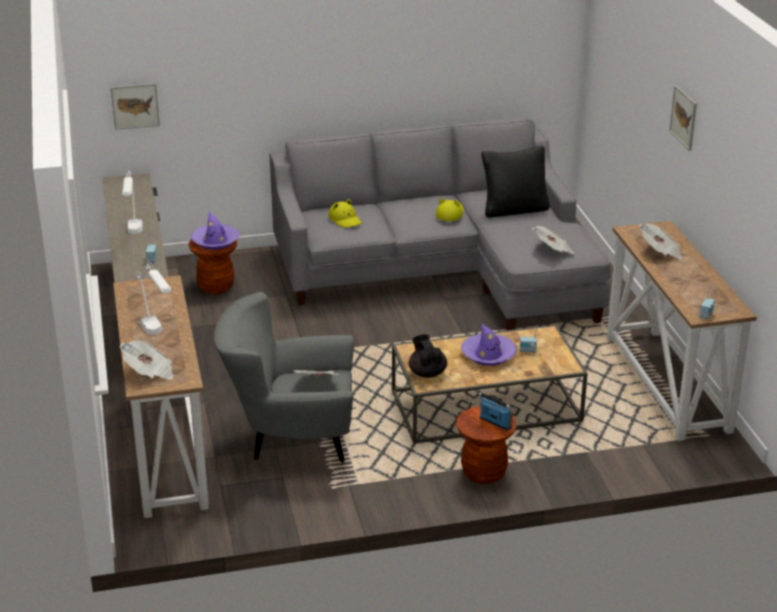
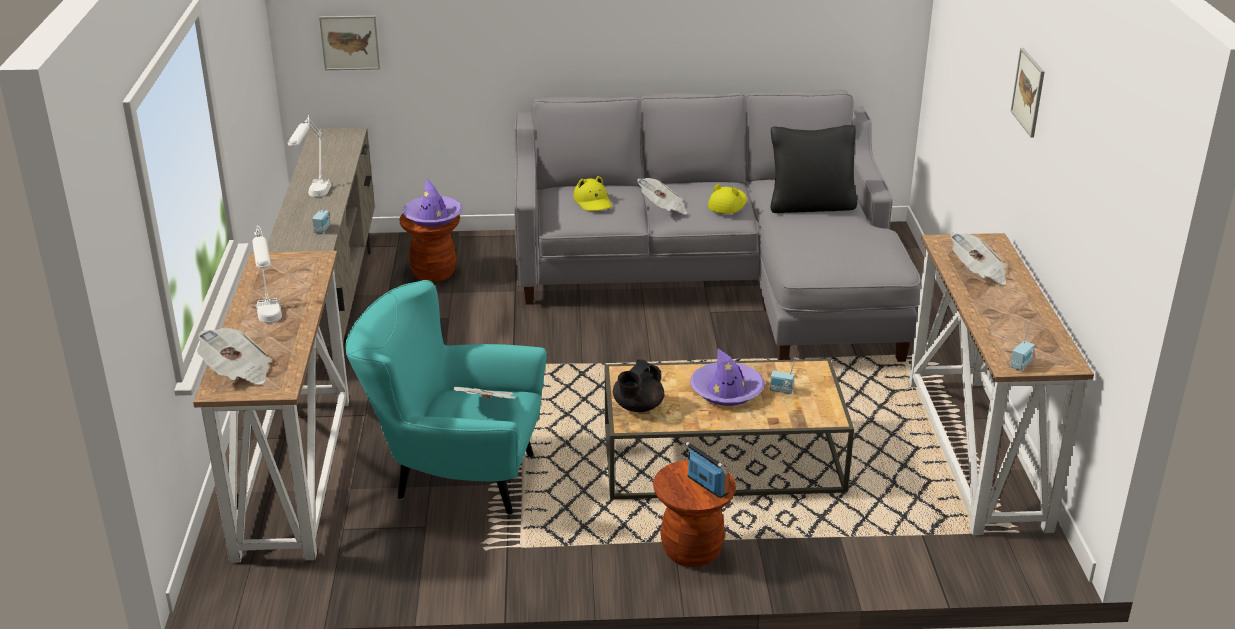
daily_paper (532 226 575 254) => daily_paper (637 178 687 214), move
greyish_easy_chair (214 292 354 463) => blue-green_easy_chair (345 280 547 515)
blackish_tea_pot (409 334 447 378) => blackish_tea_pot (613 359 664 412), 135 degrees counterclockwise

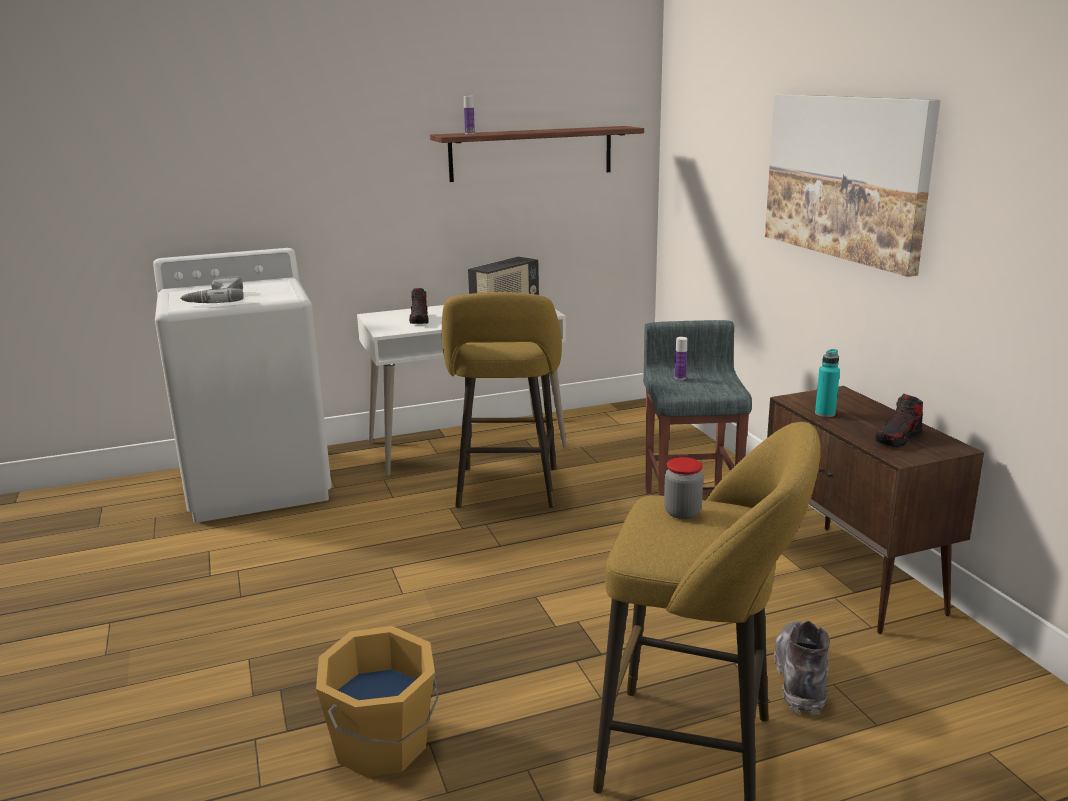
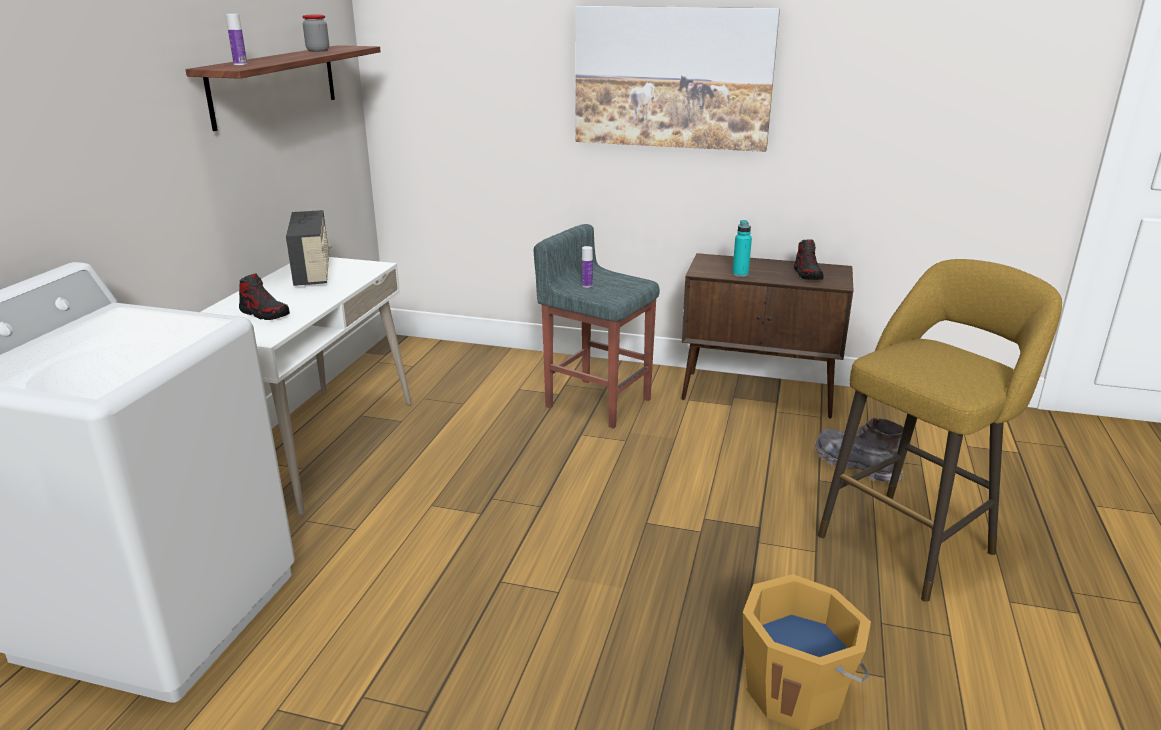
drill (180 277 244 303) => nothing
yellow_stool (442 292 562 508) => nothing
storage_jar (664 457 703 519) => storage_jar (302 14 329 52), move

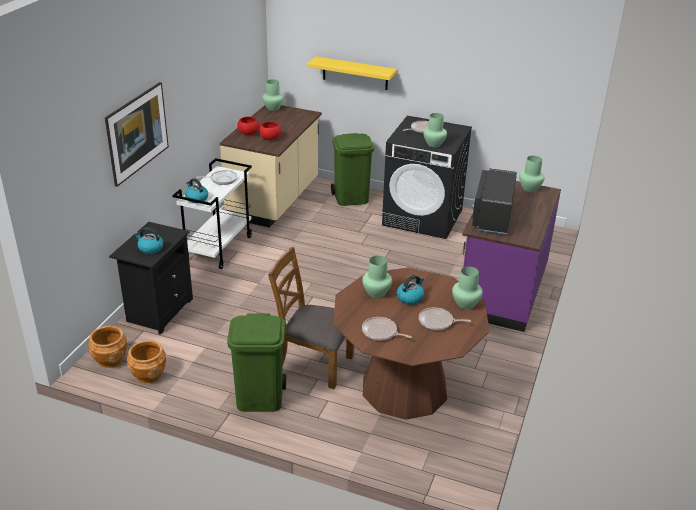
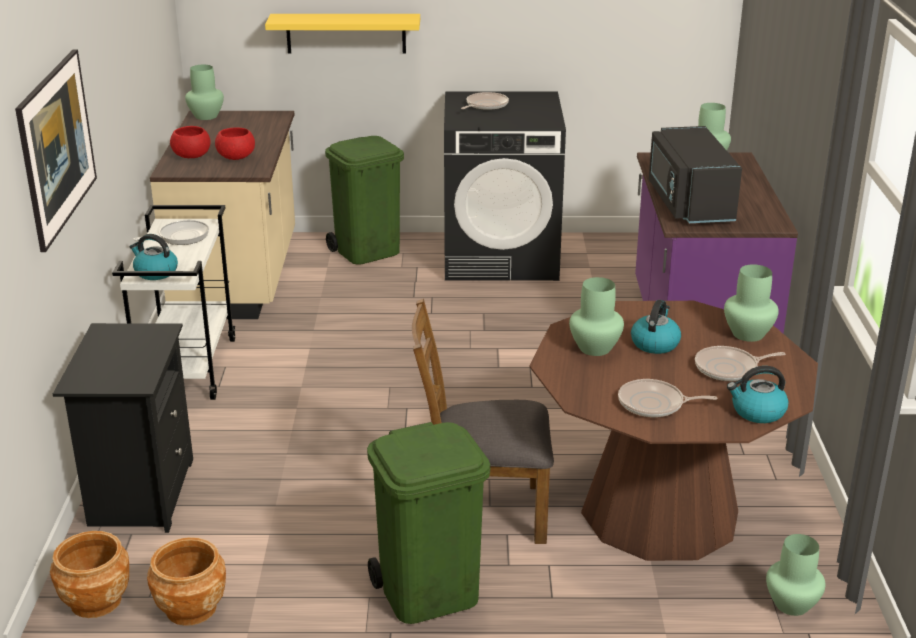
water_kettle (134 227 164 254) => water_kettle (727 366 789 423), move
green_vase (423 113 447 147) => green_vase (766 534 826 616), move

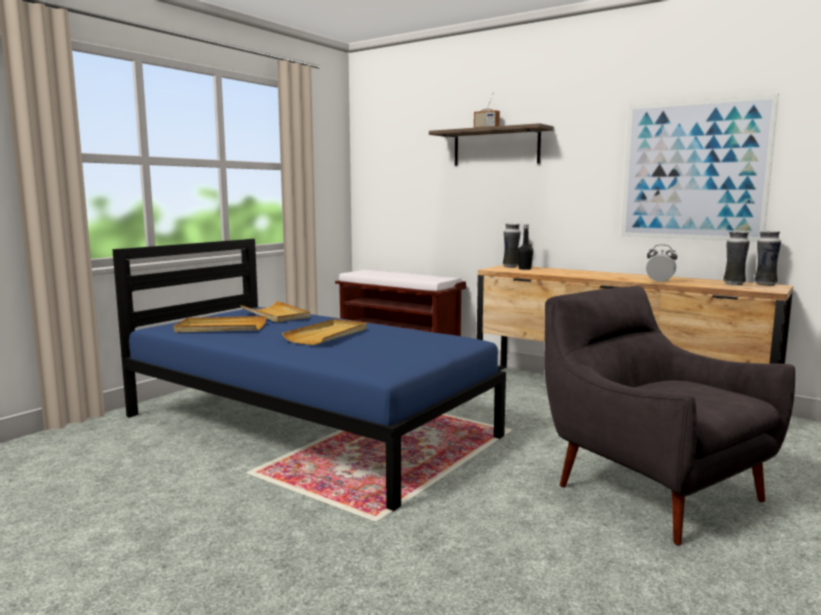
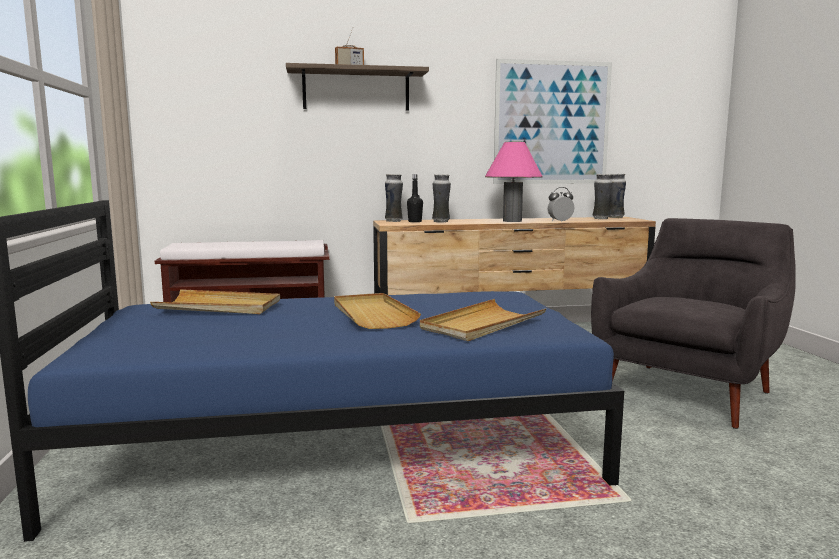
nothing => vase (432 174 451 222)
nothing => pinkish_tabletop_lamp (485 142 543 222)
beige-coloured_tray (174 316 266 332) => beige-coloured_tray (420 299 546 341), move
greyish_easy_chair (544 286 795 546) => greyish_easy_chair (591 218 796 429), 120 degrees clockwise

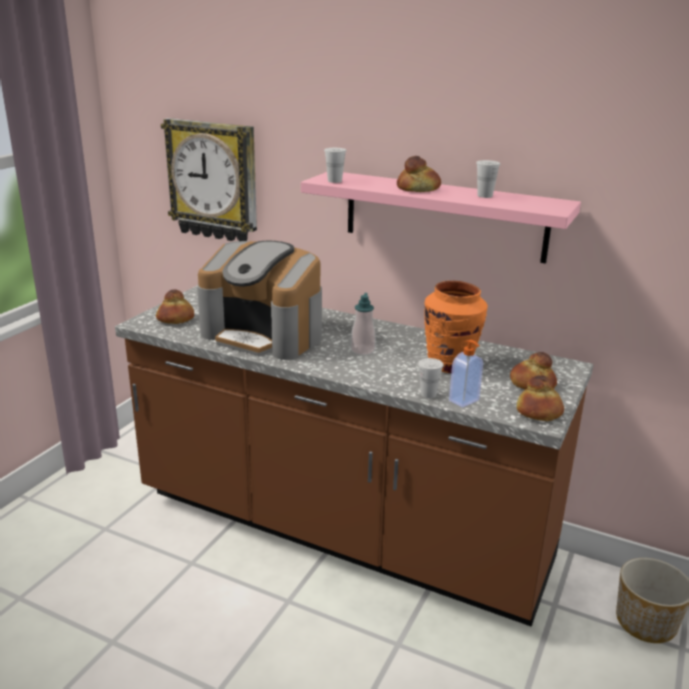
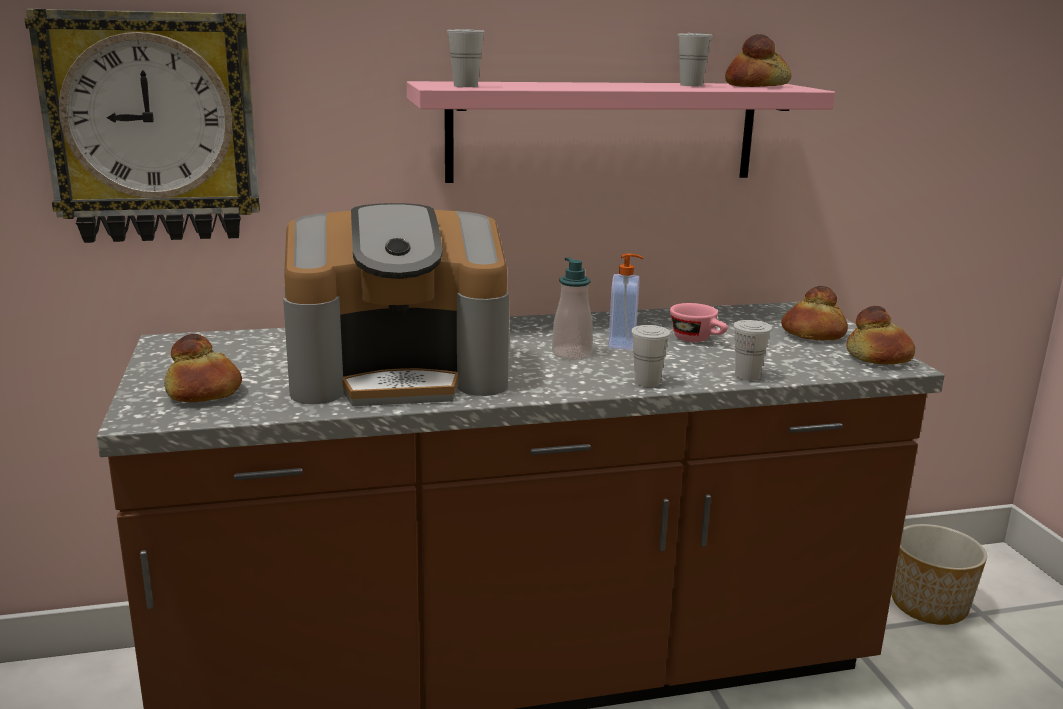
nothing => white_cup (631 325 671 387)
baked_bread (397 156 441 192) => baked_bread (725 34 791 87), move
liquid_soap_bottle (449 340 483 407) => liquid_soap_bottle (608 253 643 350), move
orange_vase (424 281 488 373) => pinkish_cup (670 303 728 342)

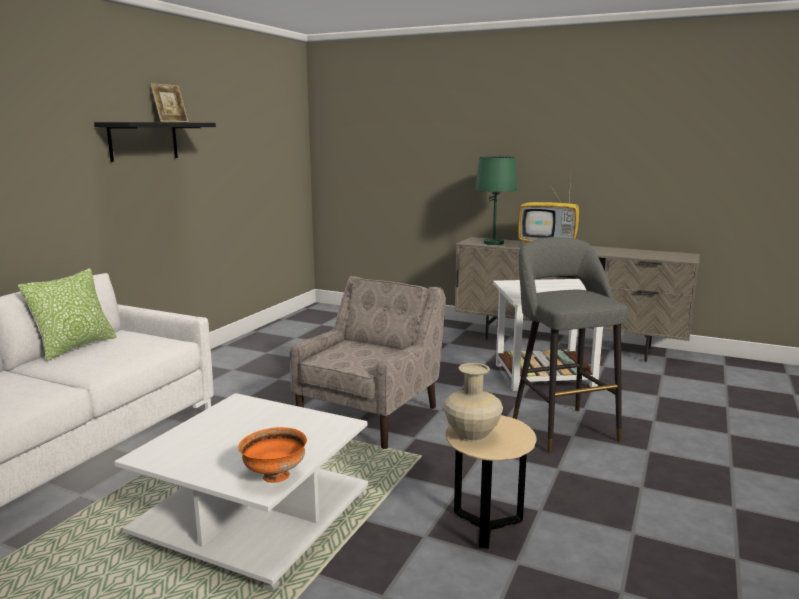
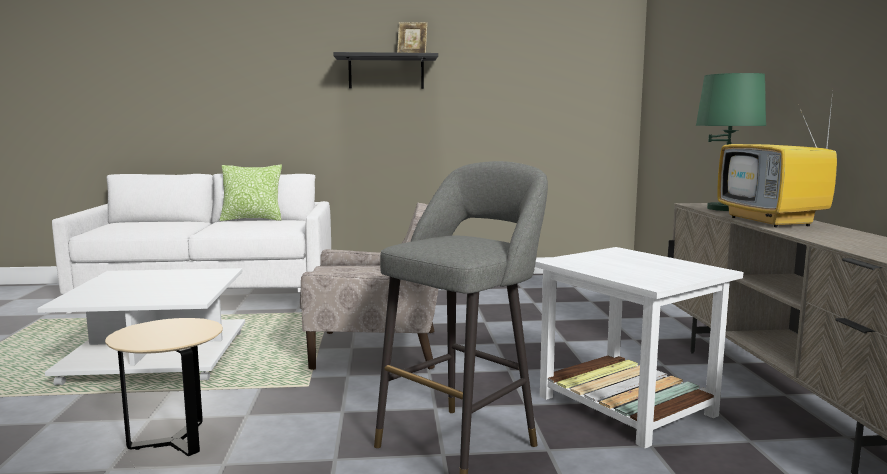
orange_bowl (238 427 307 483) => nothing
beige-coloured_vase (443 363 503 442) => nothing

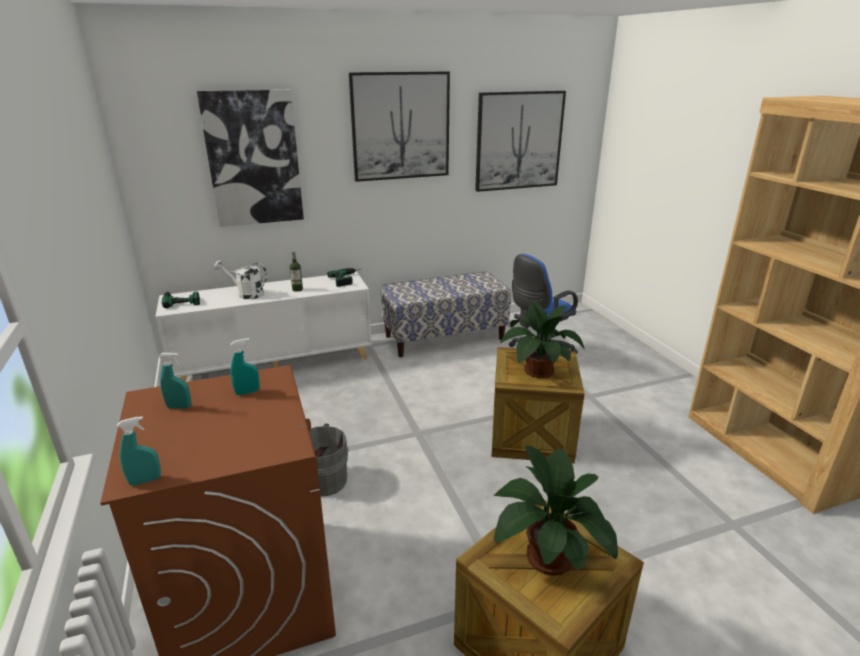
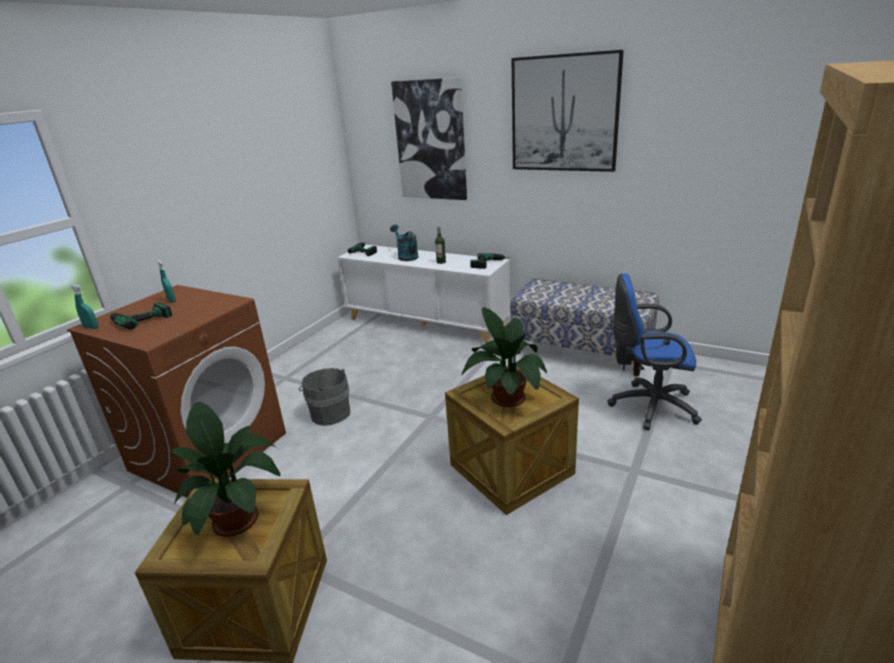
blue-green_spray_bottle (231 338 260 395) => nothing
wall_art (475 91 566 192) => nothing
nothing => drill (109 302 172 330)
white_watering_can (214 260 267 299) => blue-green_watering_can (390 224 419 261)

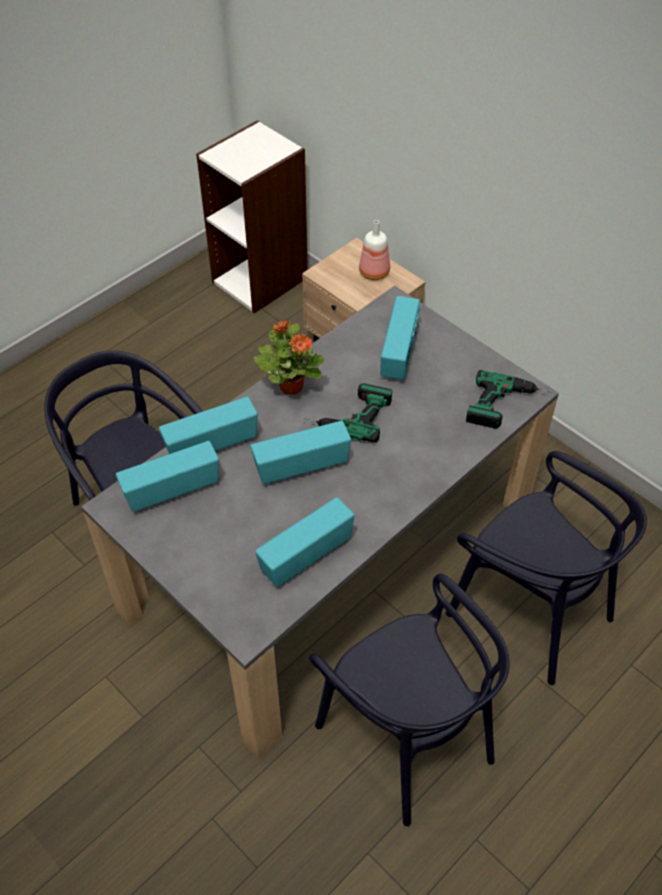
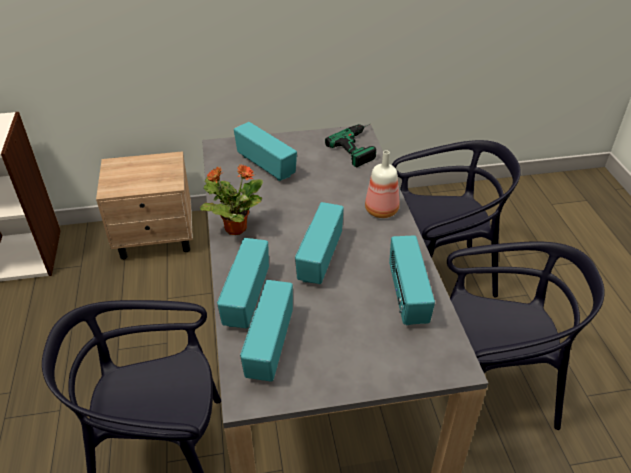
drill (304 383 392 443) => nothing
drink_bottle (359 220 390 280) => drink_bottle (365 150 399 218), move

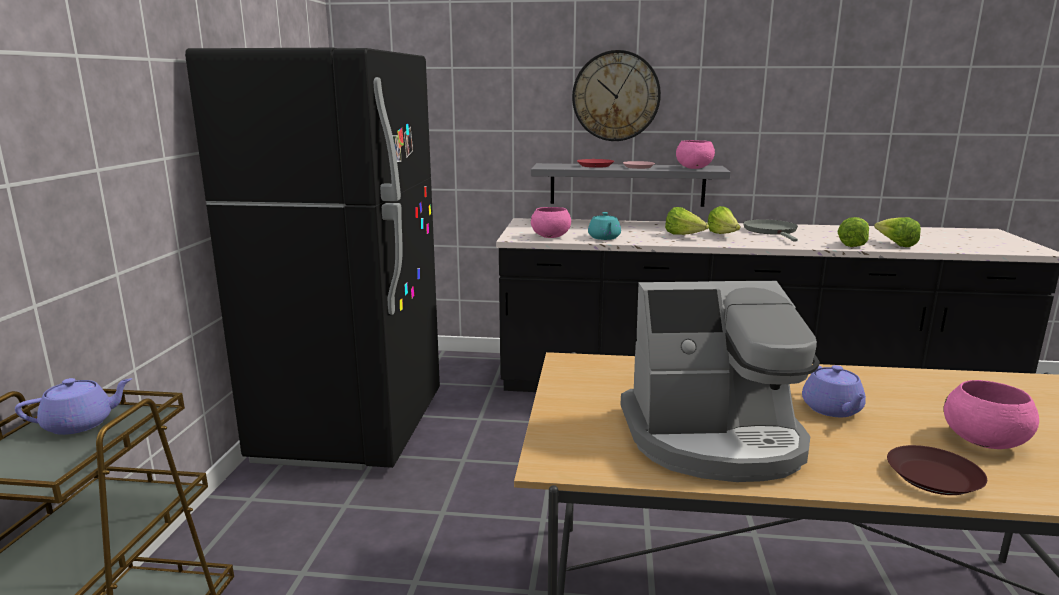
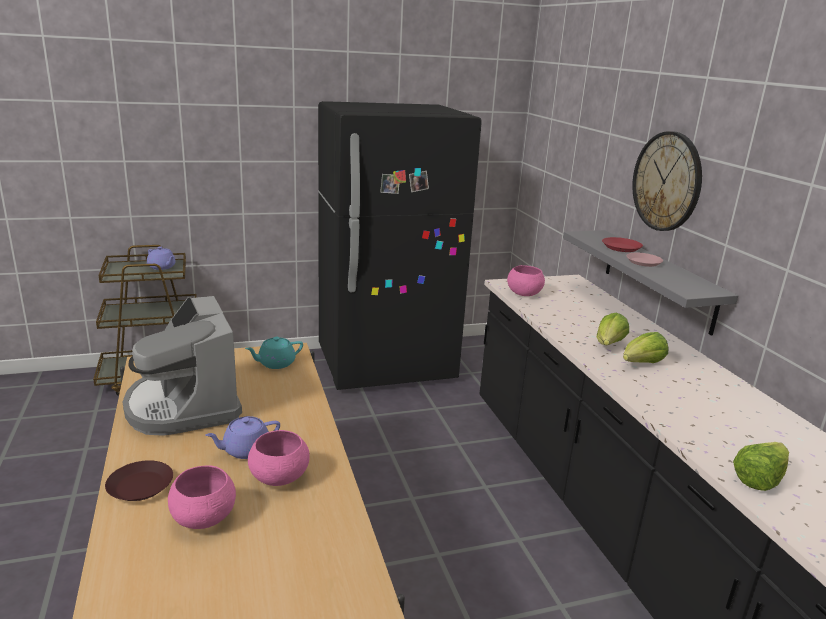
greyish_skillet (743 219 798 241) => nothing
lettuce_head (837 217 869 247) => nothing
blue-green_tea_pot (588 212 621 240) => blue-green_tea_pot (245 337 303 369), move
pinkish_bowl (676 140 715 169) => pinkish_bowl (248 430 310 486), move

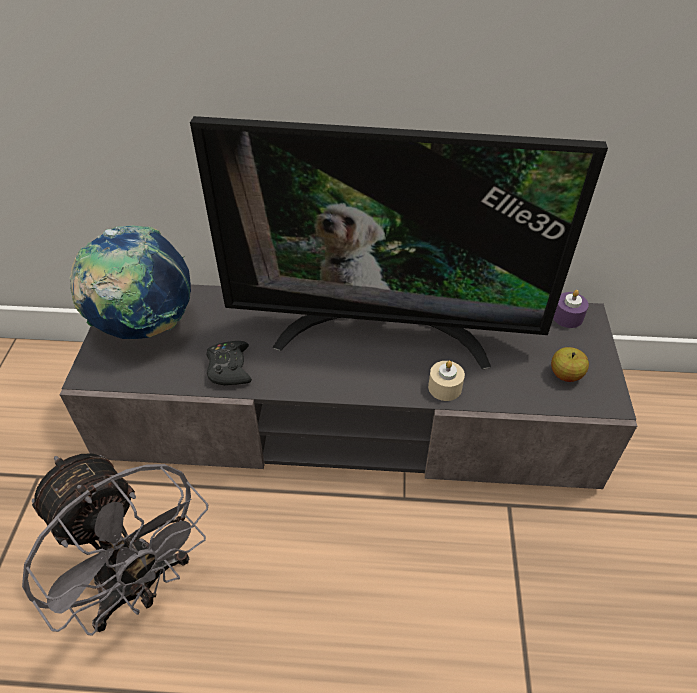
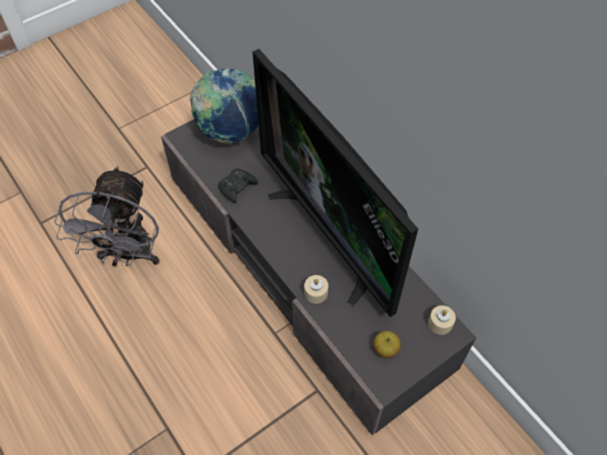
purple_wax_candle (553 290 589 328) => beige-coloured_wax_candle (428 305 456 335)

